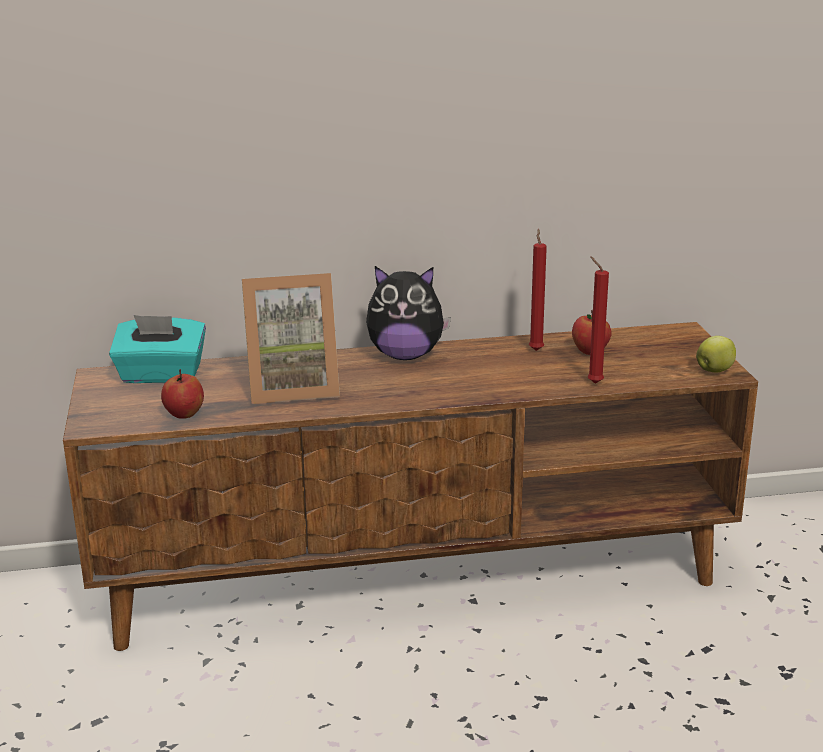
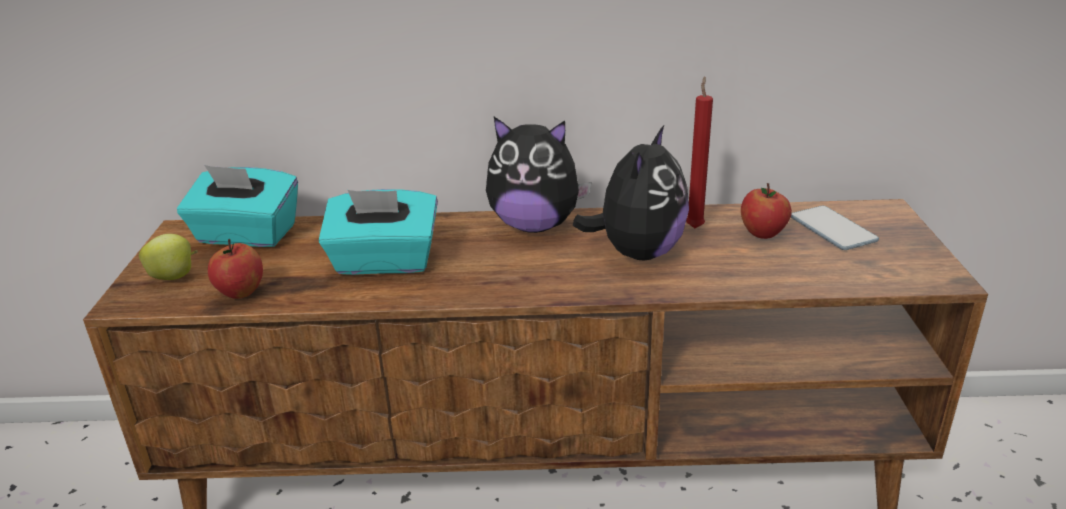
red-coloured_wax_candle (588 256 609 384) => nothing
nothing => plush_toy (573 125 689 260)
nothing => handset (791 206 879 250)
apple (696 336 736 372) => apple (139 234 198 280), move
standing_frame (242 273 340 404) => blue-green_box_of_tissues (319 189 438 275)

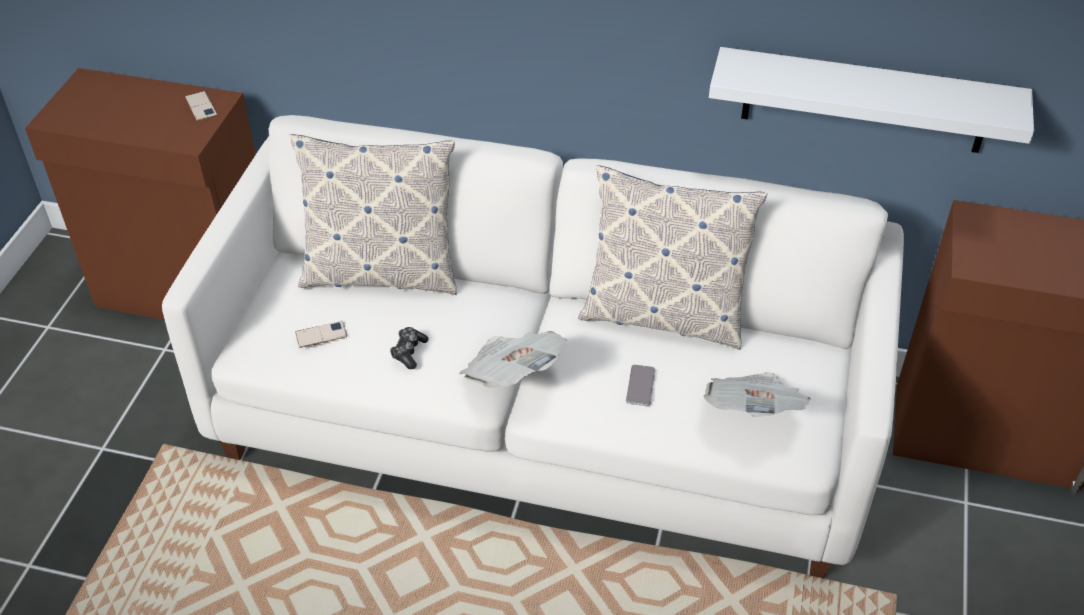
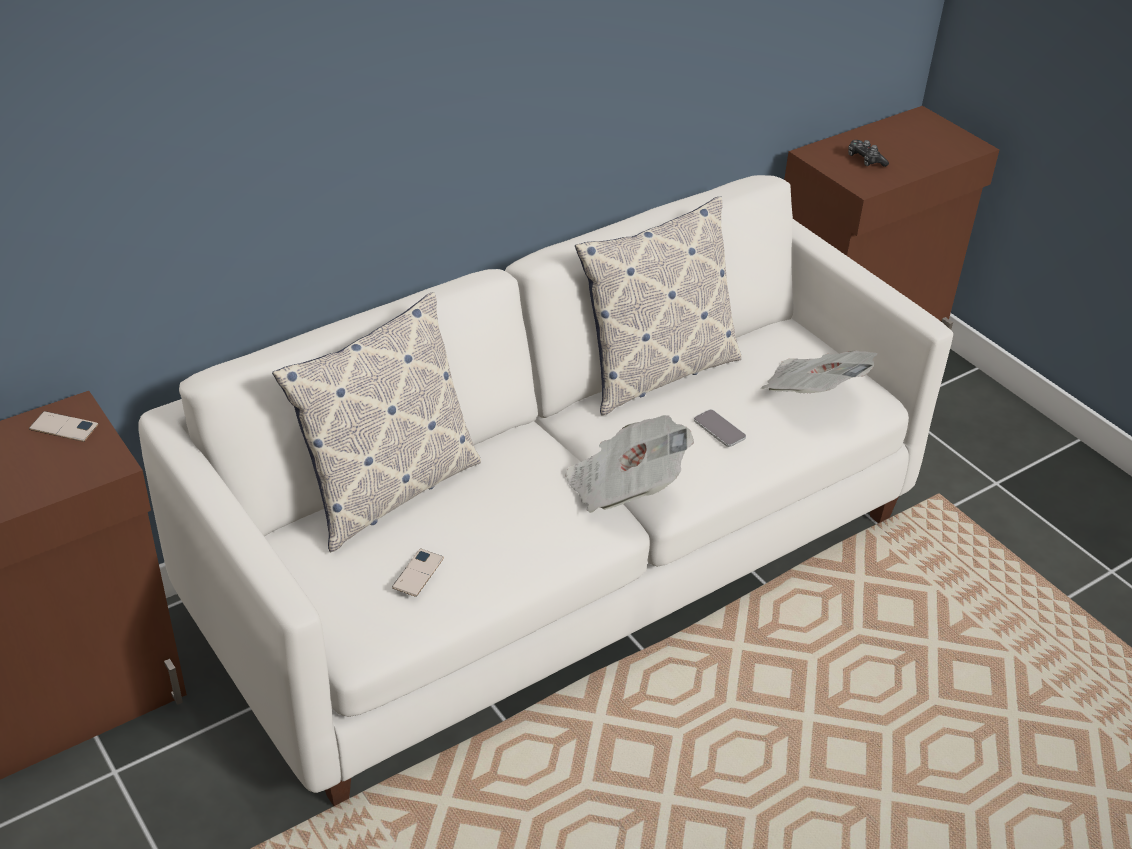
white_shelf (709 47 1034 153) => nothing
game_controller (390 327 429 369) => game_controller (848 140 889 167), move

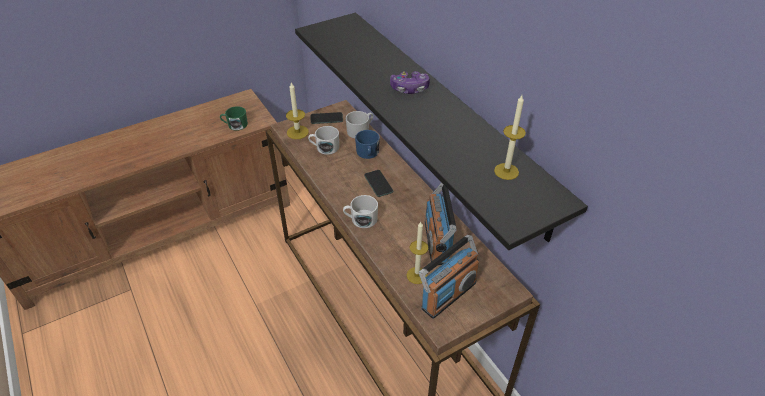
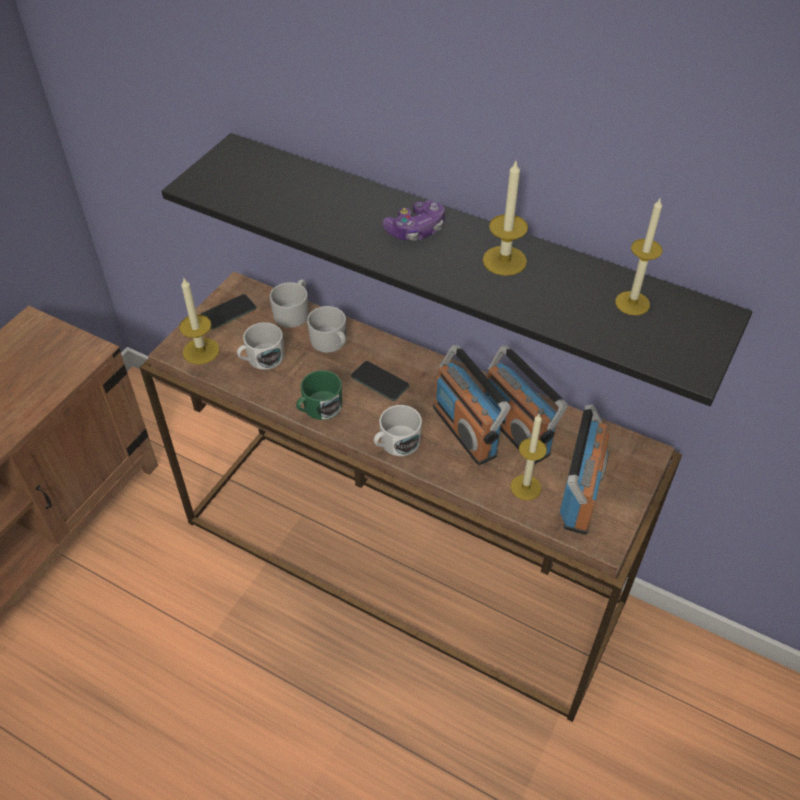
nothing => radio_receiver (433 345 511 465)
nothing => wax_candle (483 161 528 276)
green_tea_mug (220 106 248 131) => green_tea_mug (296 370 342 420), move
blue_tea_mug (355 130 380 159) => white_tea_mug (307 306 346 353)

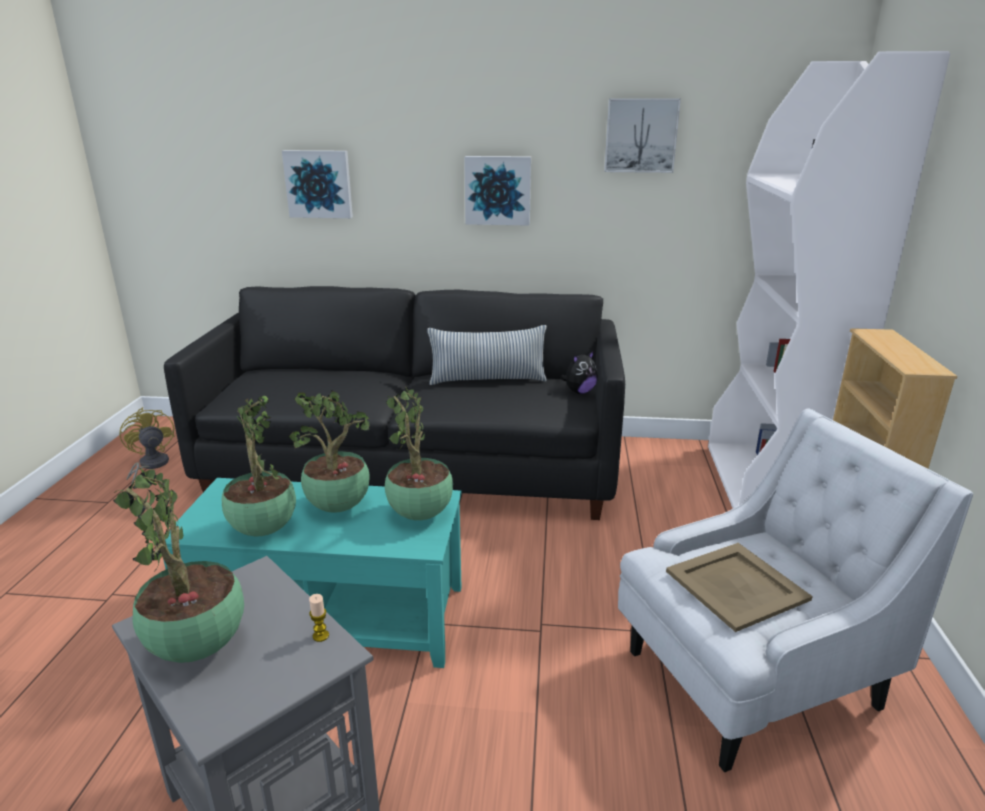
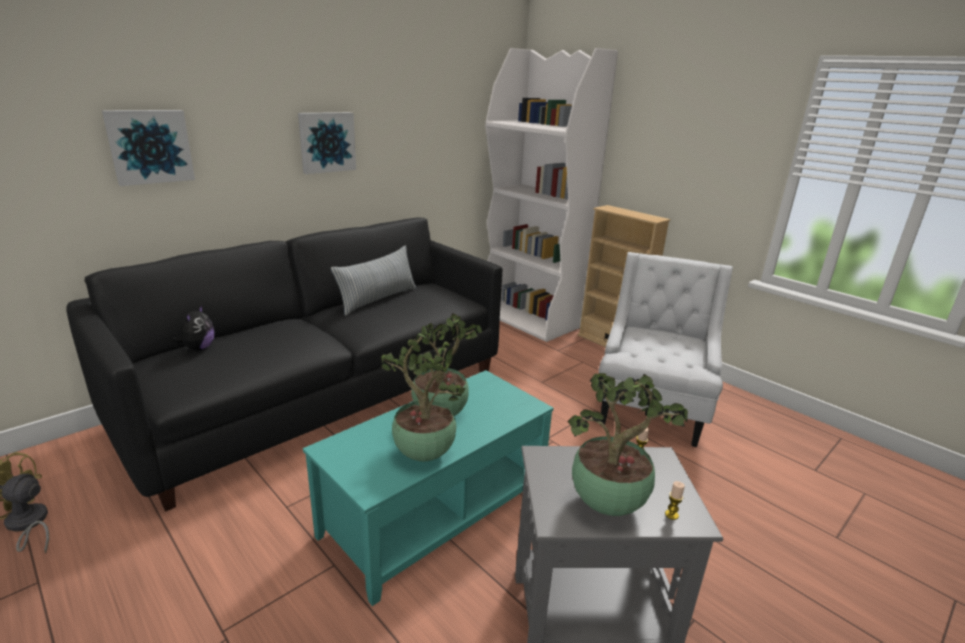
plant_in_a_pot (385 387 453 520) => nothing
wall_art (604 98 681 173) => nothing
beige-coloured_tray (666 543 813 632) => nothing
nothing => wax_candle (665 481 685 520)
plush_toy (560 350 598 394) => plush_toy (172 305 215 351), move

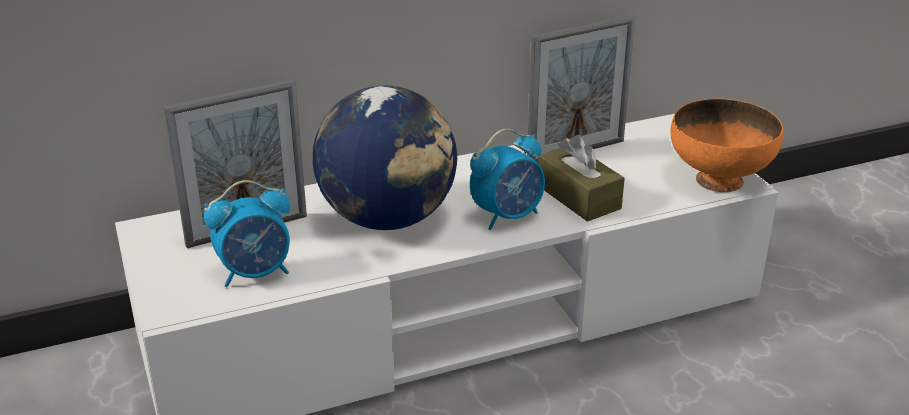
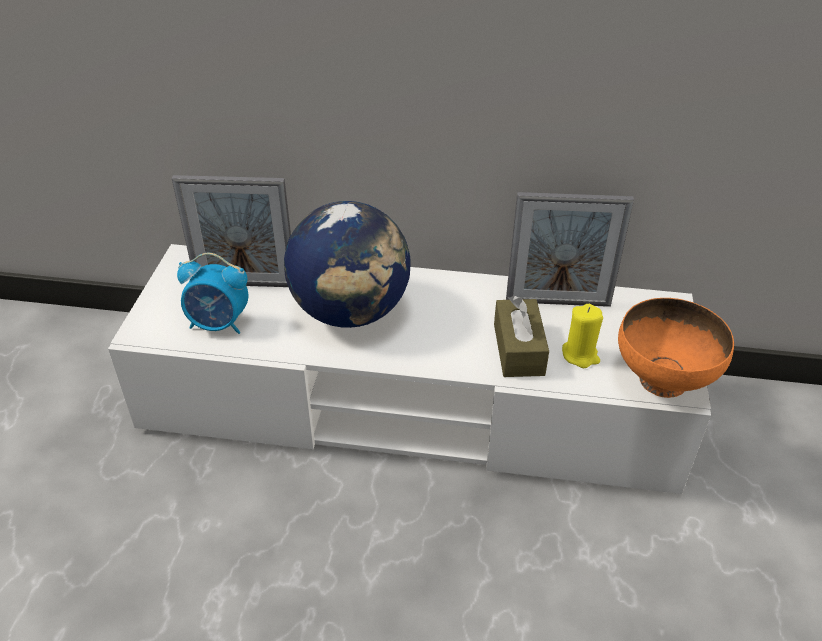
bedside_clock (470 129 545 230) => nothing
nothing => yellow_wax_candle (562 304 603 368)

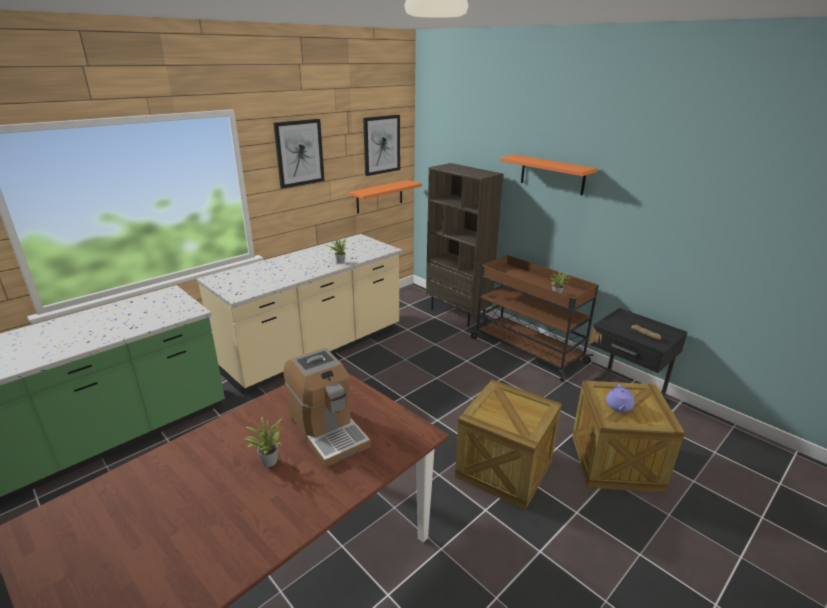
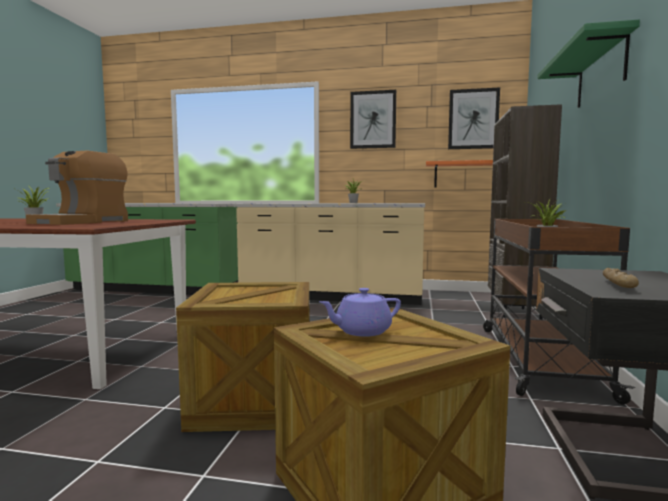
orange_shelf (500 155 598 196) => green_shelf (537 20 640 108)

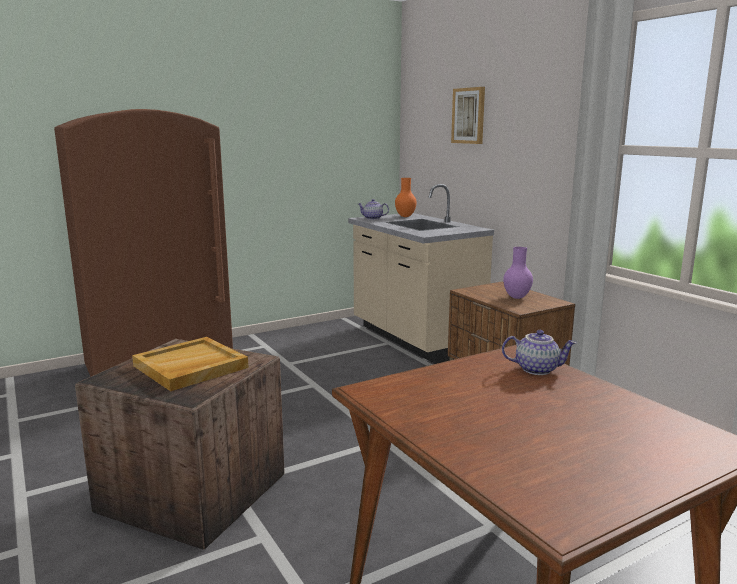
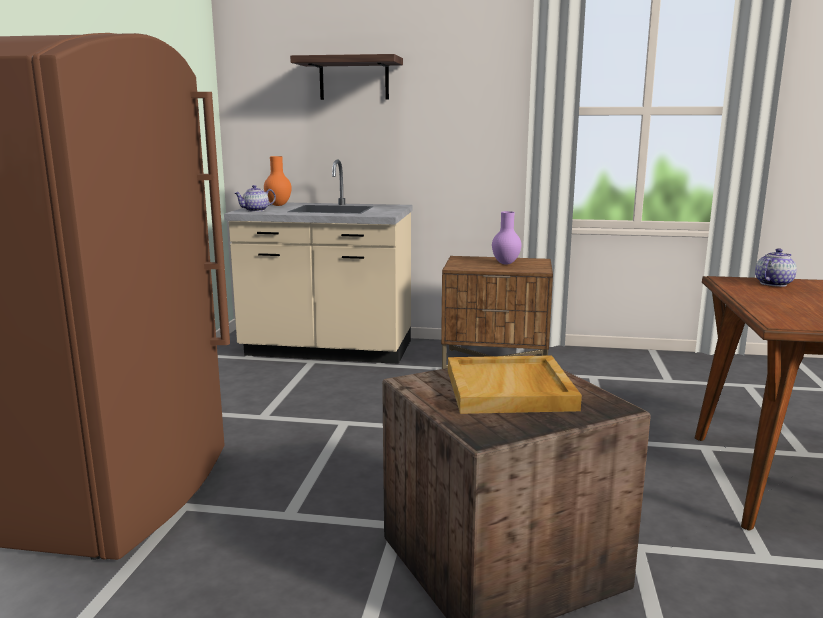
wall_art (451 87 485 144) => shelf (290 54 403 100)

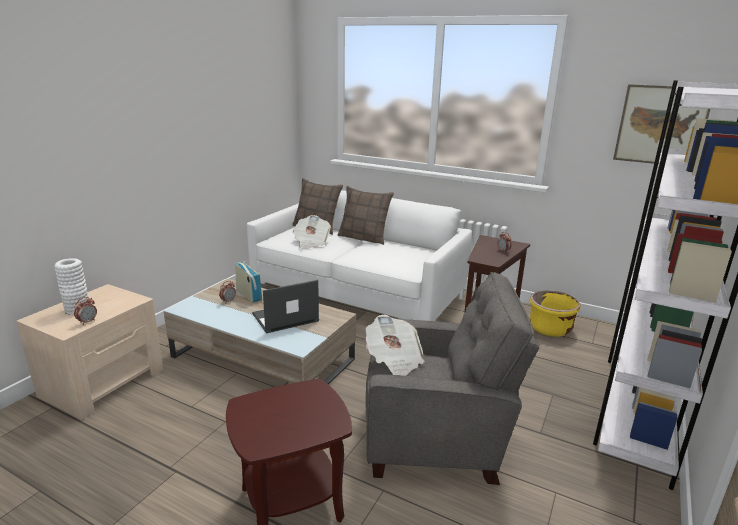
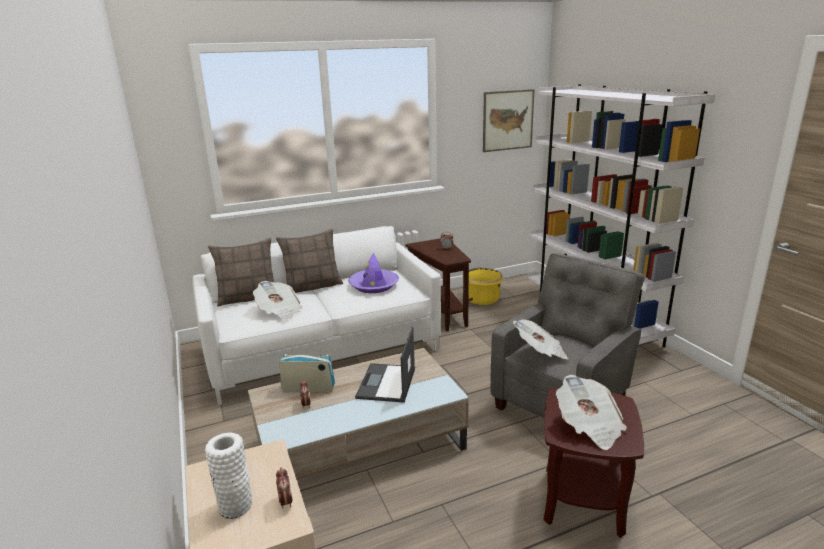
nothing => purple_clothing_hat (348 252 399 293)
nothing => daily_paper (556 375 627 450)

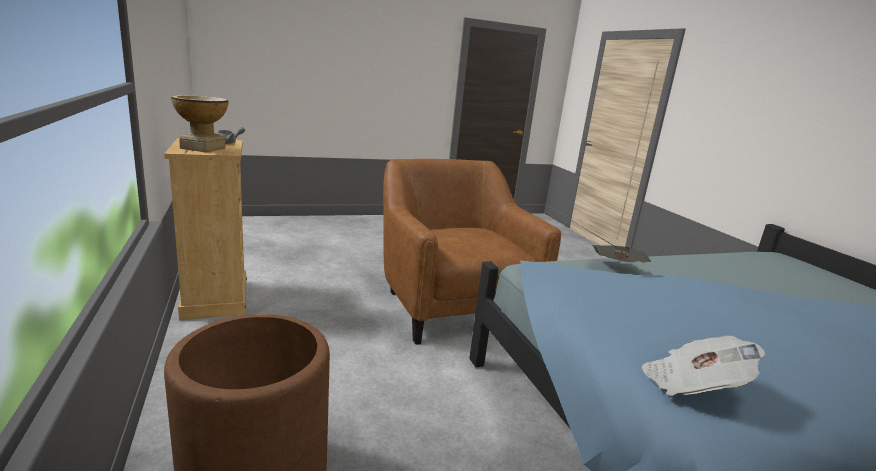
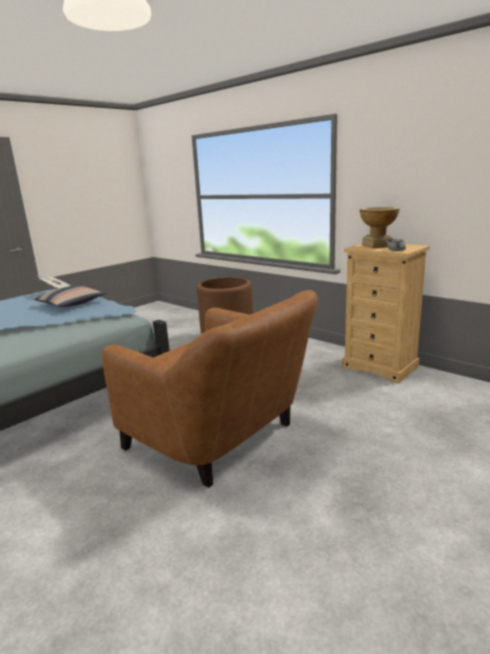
daily_paper (592 245 651 263) => nothing
nothing => throw_pillow (32 286 107 307)

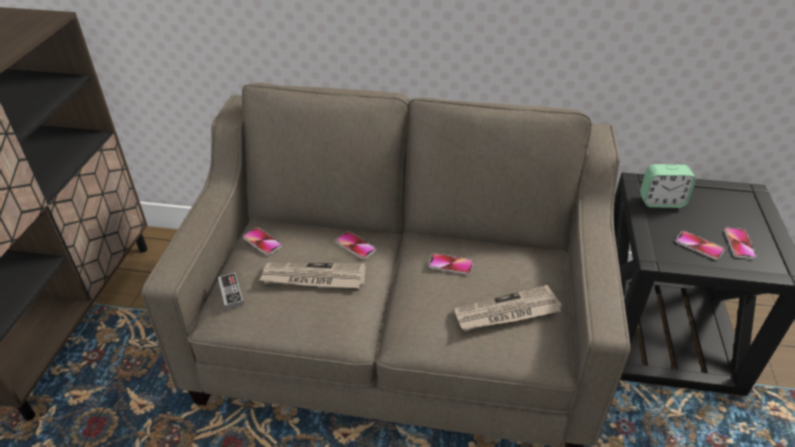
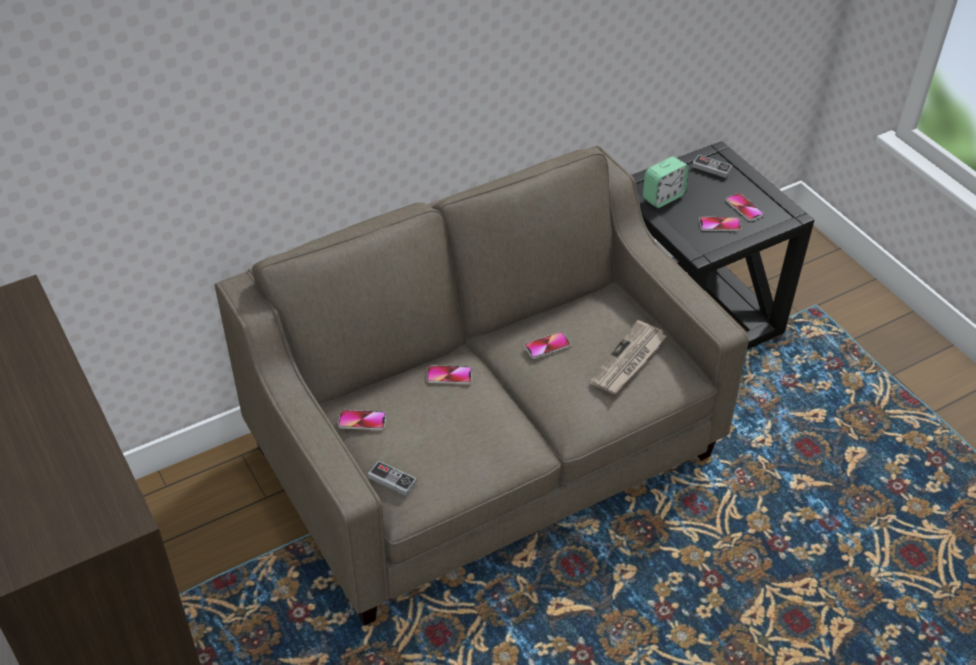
daily_paper (260 263 366 288) => nothing
nothing => game_controller (692 155 732 178)

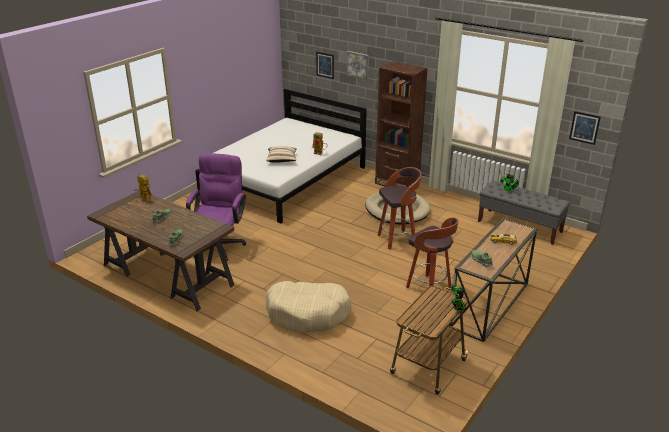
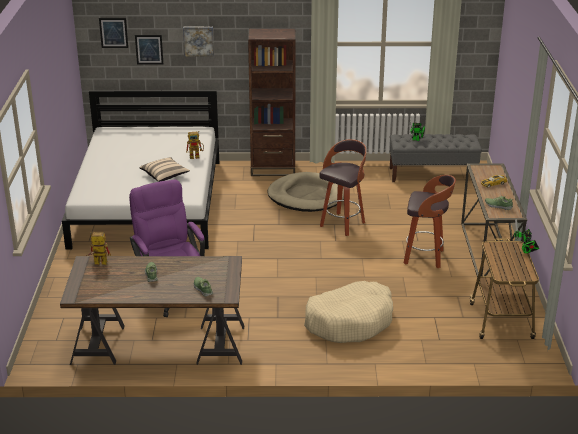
wall_art (569 111 601 145) => wall_art (99 18 128 48), move

